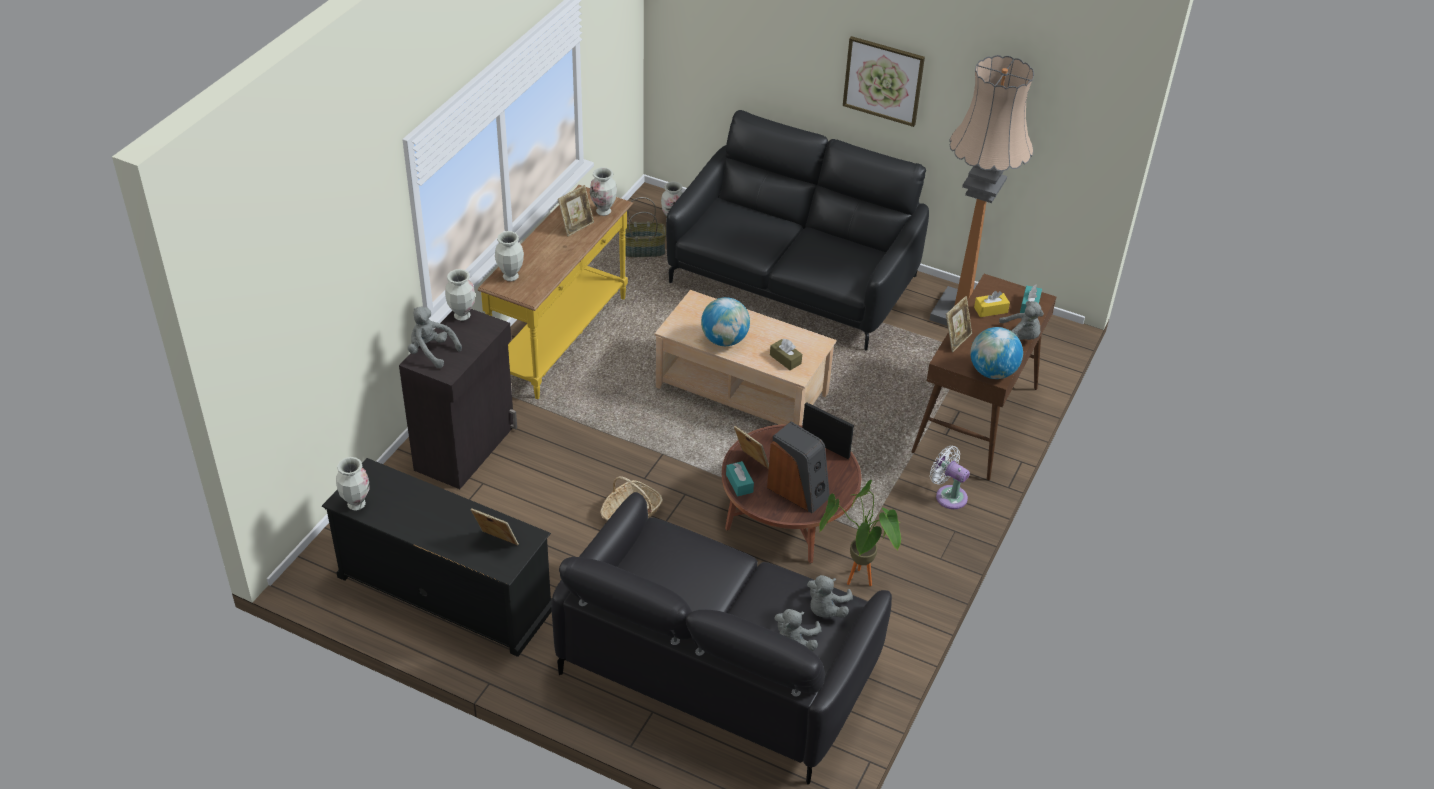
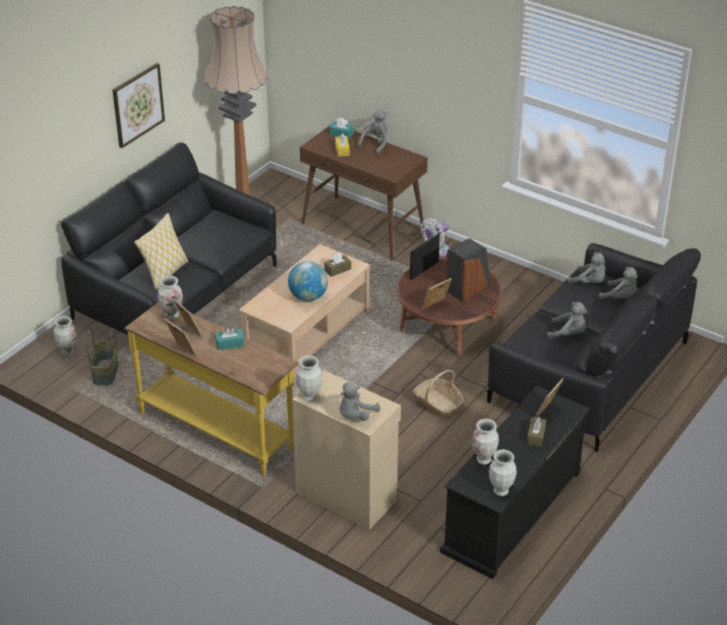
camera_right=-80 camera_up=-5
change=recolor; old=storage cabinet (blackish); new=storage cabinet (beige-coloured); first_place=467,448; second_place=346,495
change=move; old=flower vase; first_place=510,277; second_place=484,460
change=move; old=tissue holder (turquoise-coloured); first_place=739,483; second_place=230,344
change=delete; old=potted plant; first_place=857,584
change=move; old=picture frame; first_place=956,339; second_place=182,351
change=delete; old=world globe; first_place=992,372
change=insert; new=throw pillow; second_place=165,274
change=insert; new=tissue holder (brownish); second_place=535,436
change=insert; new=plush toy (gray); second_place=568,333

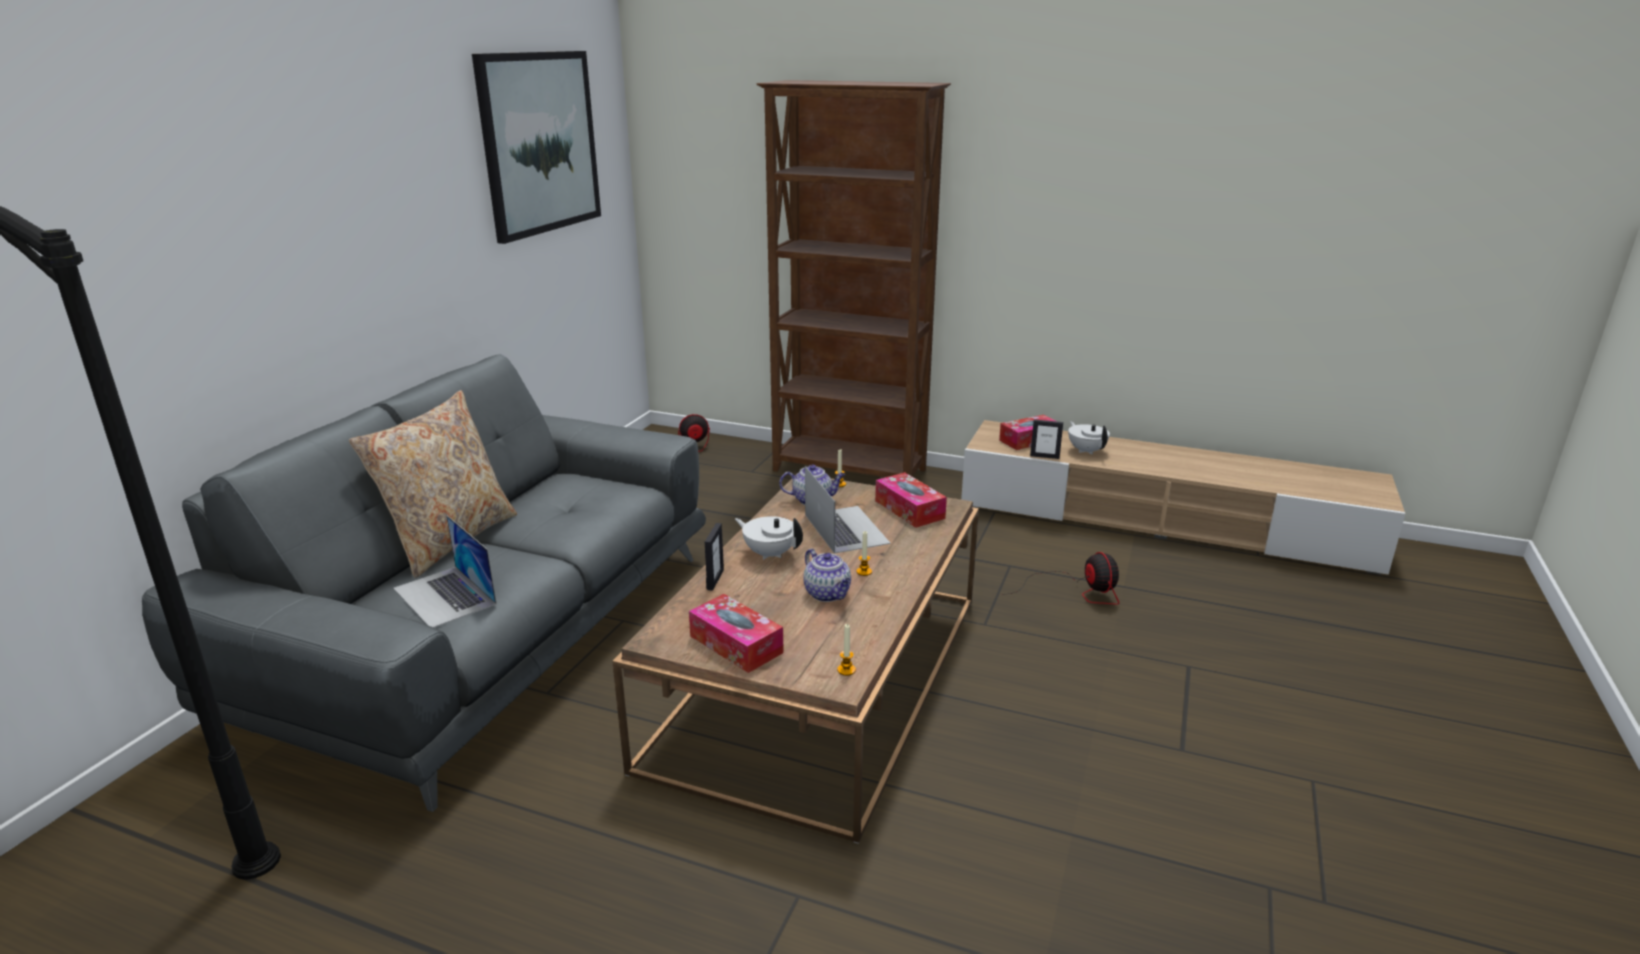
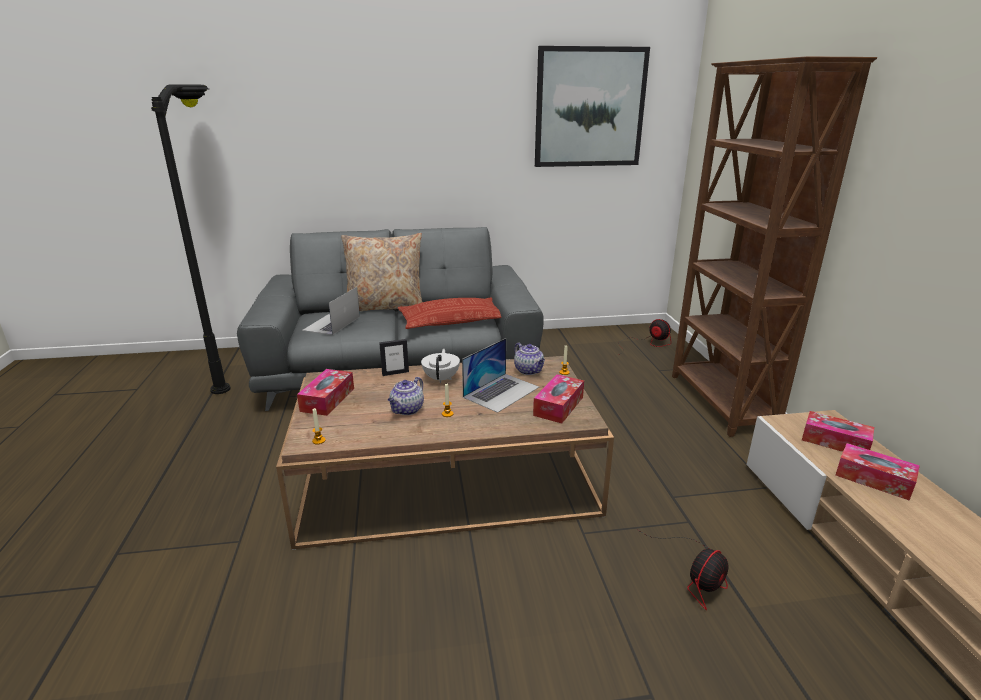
camera_right=60 camera_up=0
change=delete; old=picture frame; first_place=1044,456
change=replace; old=teapot (whitish); new=tissue holder; first_place=1086,450; second_place=873,479
change=insert; new=throw pillow; second_place=452,320

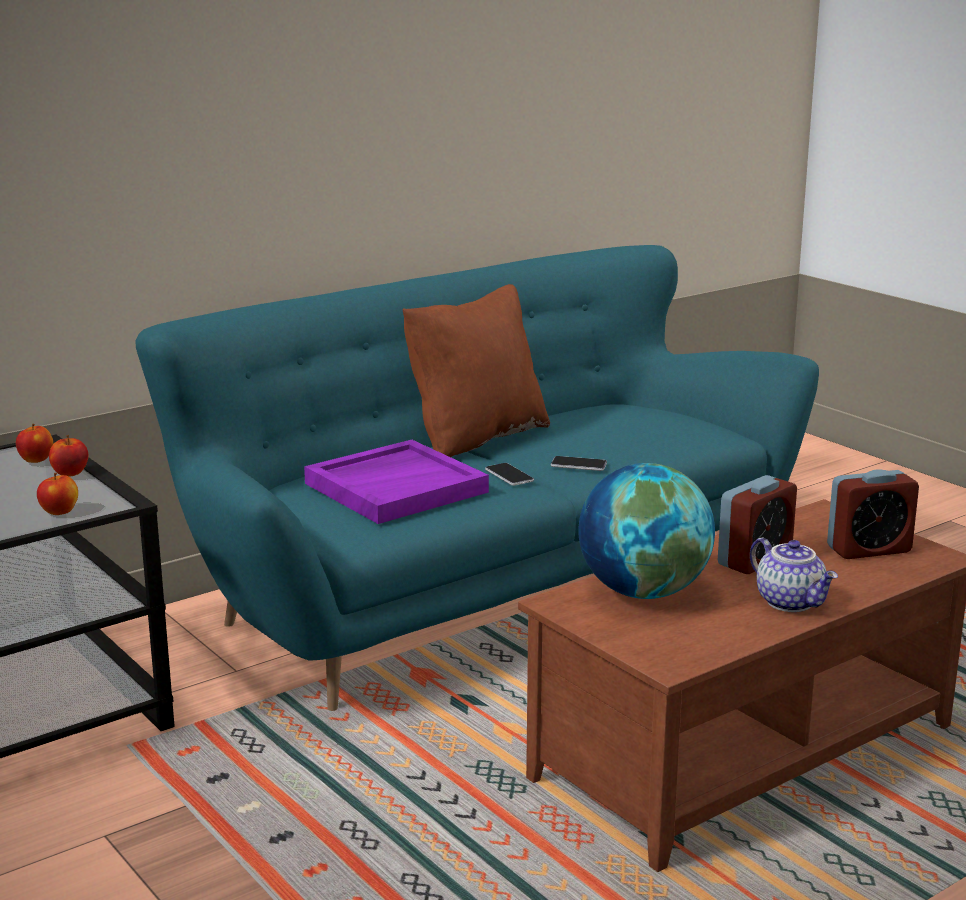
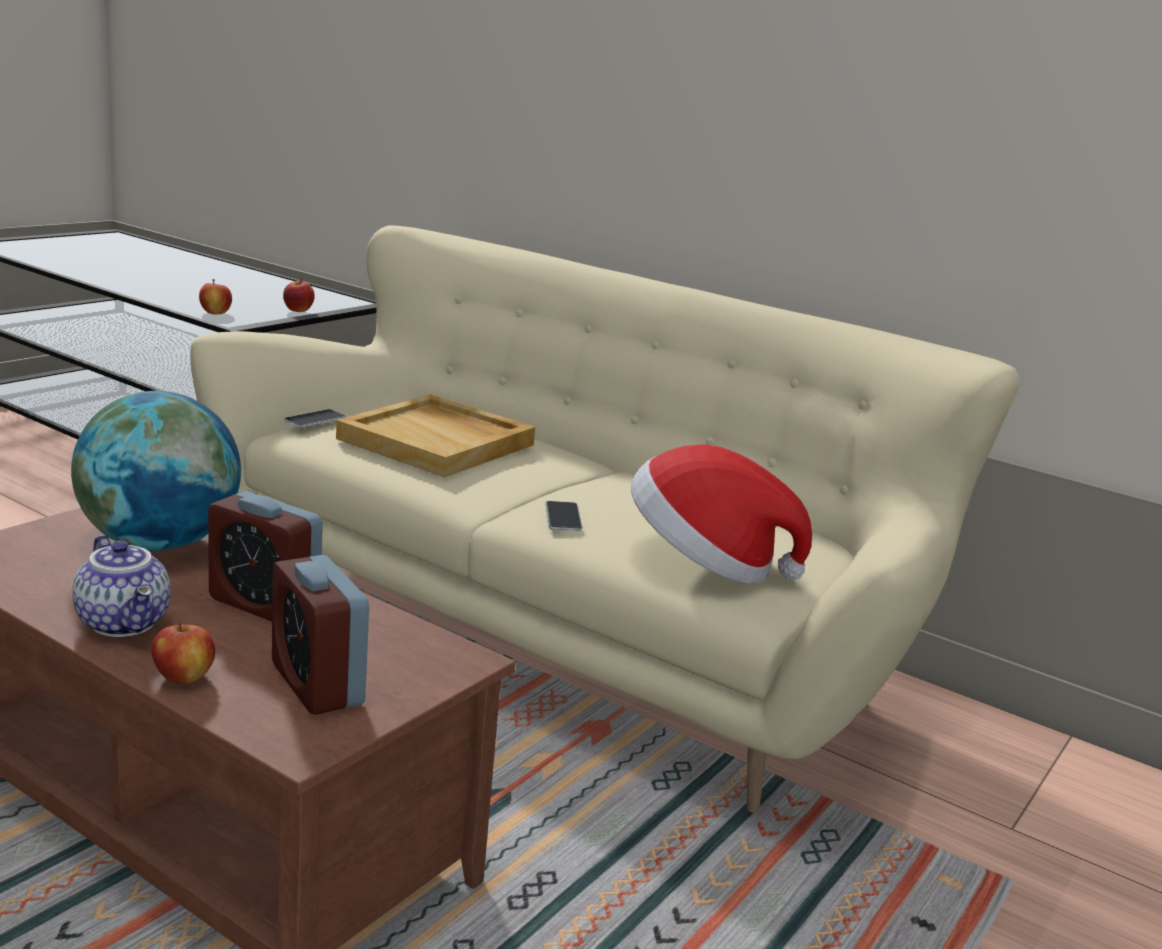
camera_right=70 camera_up=0
change=move; old=apple fruit; first_place=36,460; second_place=184,677
change=recolor; old=couch (turquoise-coloured); new=couch (beige-coloured); first_place=483,590; second_place=563,636
change=recolor; old=tray (purple); new=tray (beige-coloured); first_place=396,487; second_place=438,442
change=delete; old=throw pillow (brownish); first_place=475,438
change=move; old=phone; first_place=509,475; second_place=315,420
change=rotate; old=teapot; first_place=791,602; second_place=126,623; degrees=-75
change=insert; new=hat; second_place=705,563

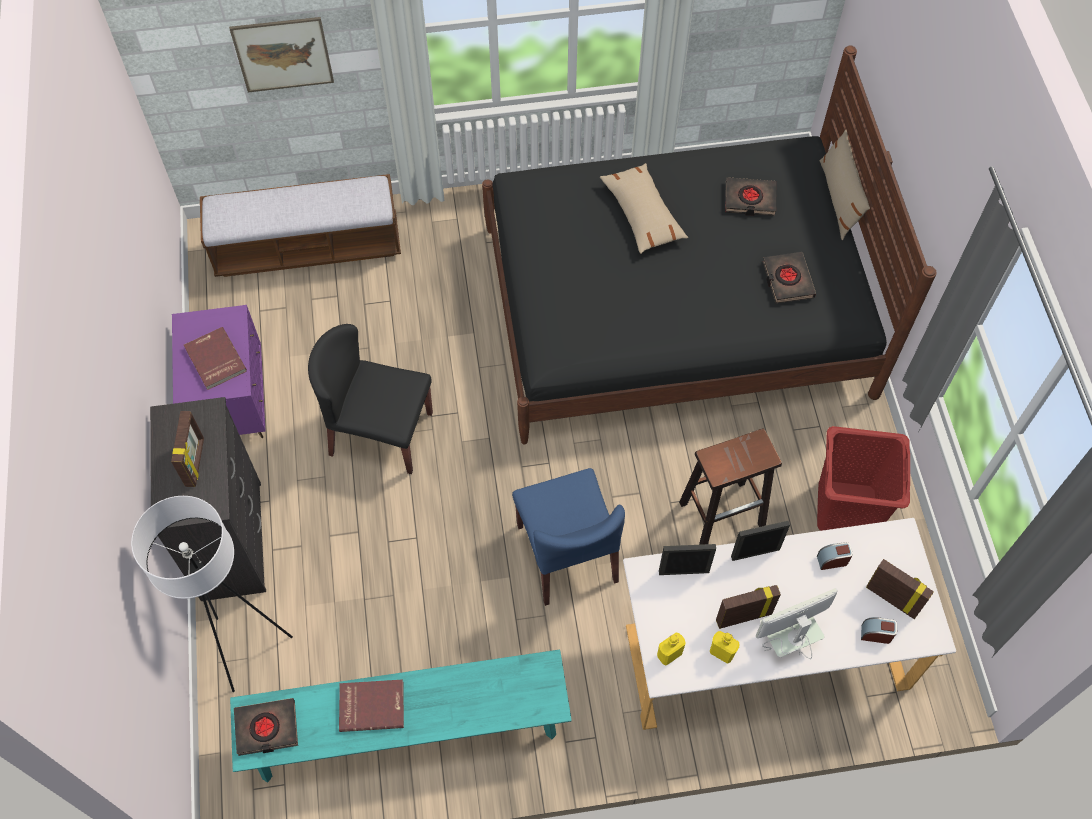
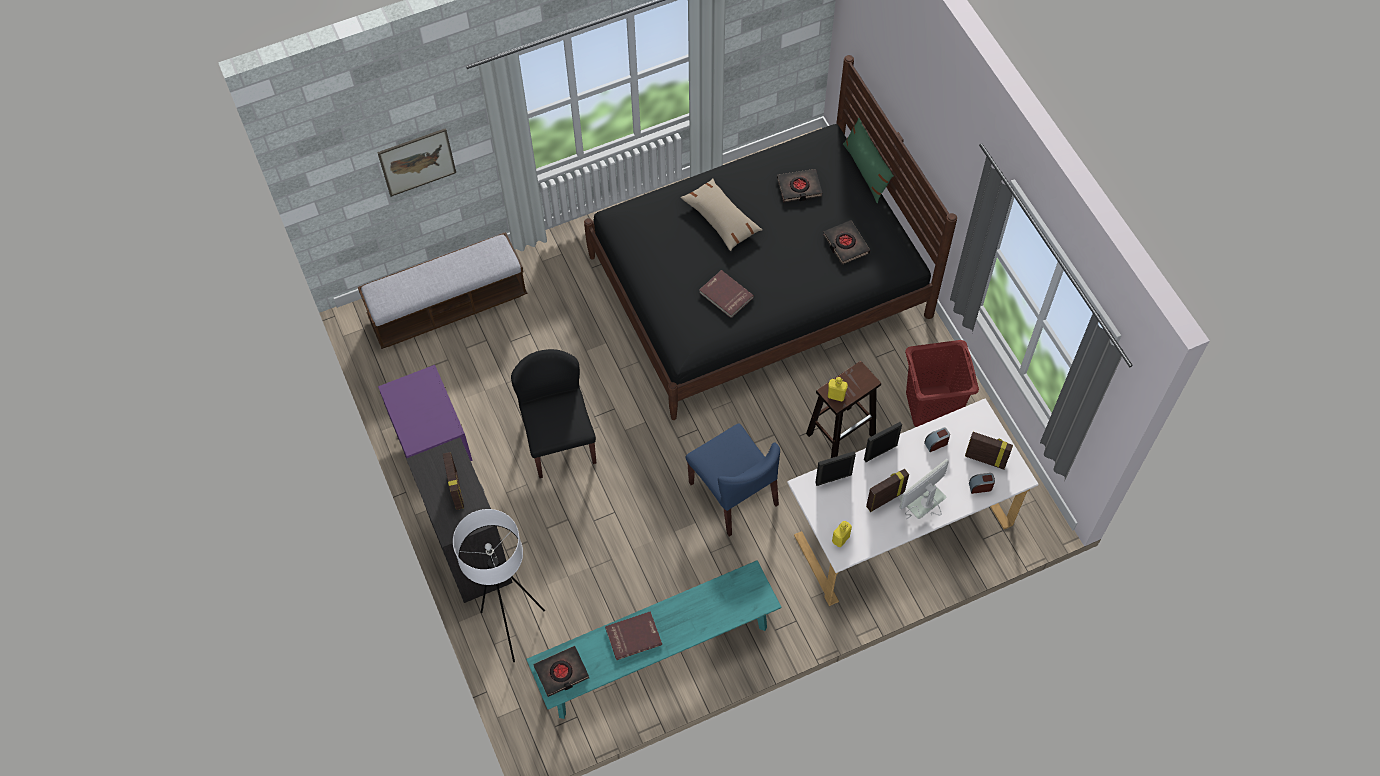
camera_right=-15 camera_up=0
change=move; old=bound book (red); first_place=214,360; second_place=725,295
change=rotate; old=plain chair (blackish); first_place=380,433; second_place=559,440; degrees=75
change=move; old=bottle (yellow); first_place=722,652; second_place=836,396
change=recolor; old=throw pillow (beige-coloured); new=throw pillow (green); first_place=839,199; second_place=866,171

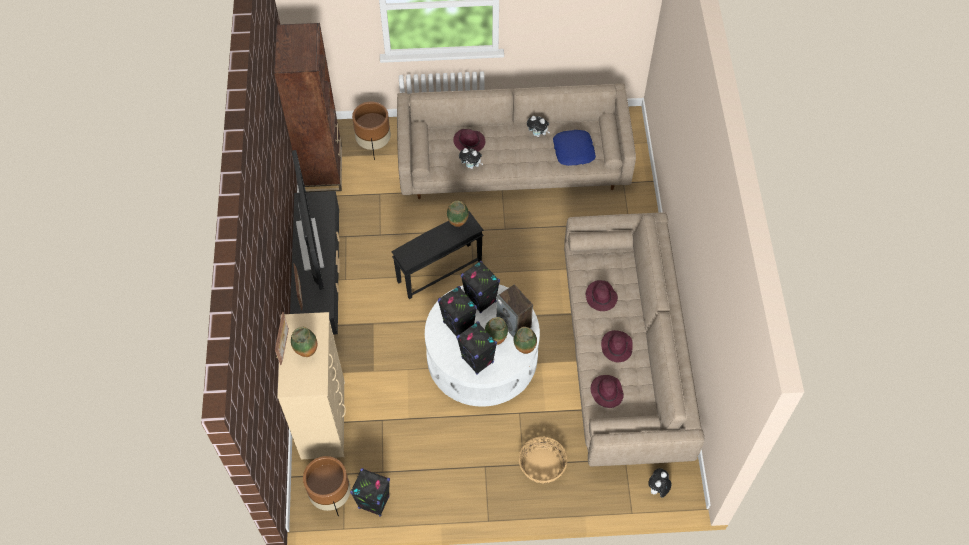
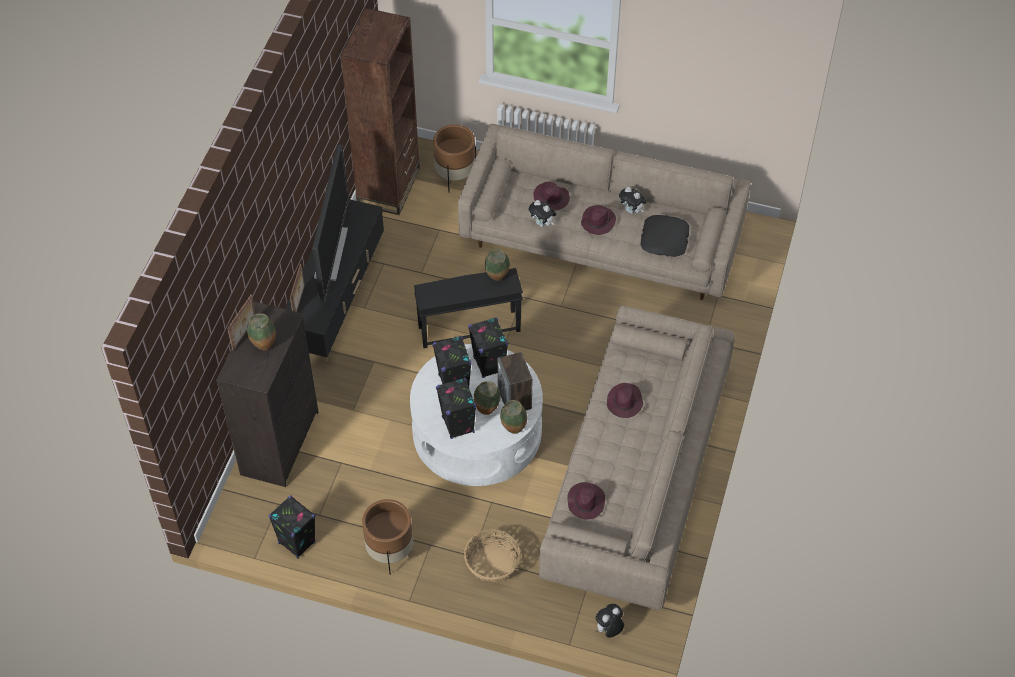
camera_right=20 camera_up=-5
change=recolor; old=chest of drawers (beige-coloured); new=chest of drawers (blackish); first_place=324,419; second_place=281,442
change=move; old=flower pot (brownish); first_place=331,496; second_place=390,552
change=recolor; old=throw pillow (bluish); new=throw pillow (blackish); first_place=574,151; second_place=665,240
change=move; old=hat (purple); first_place=616,347; second_place=598,221

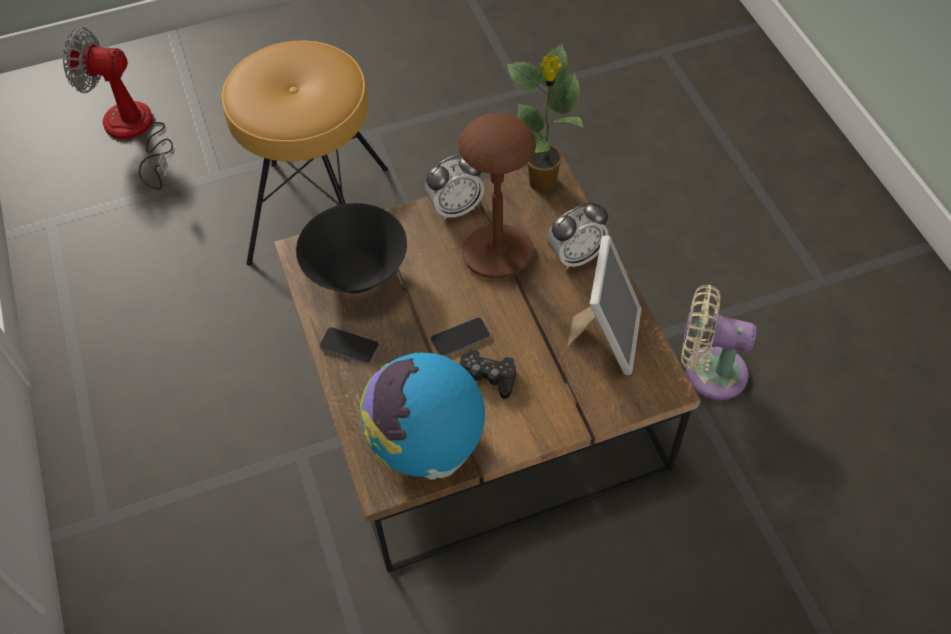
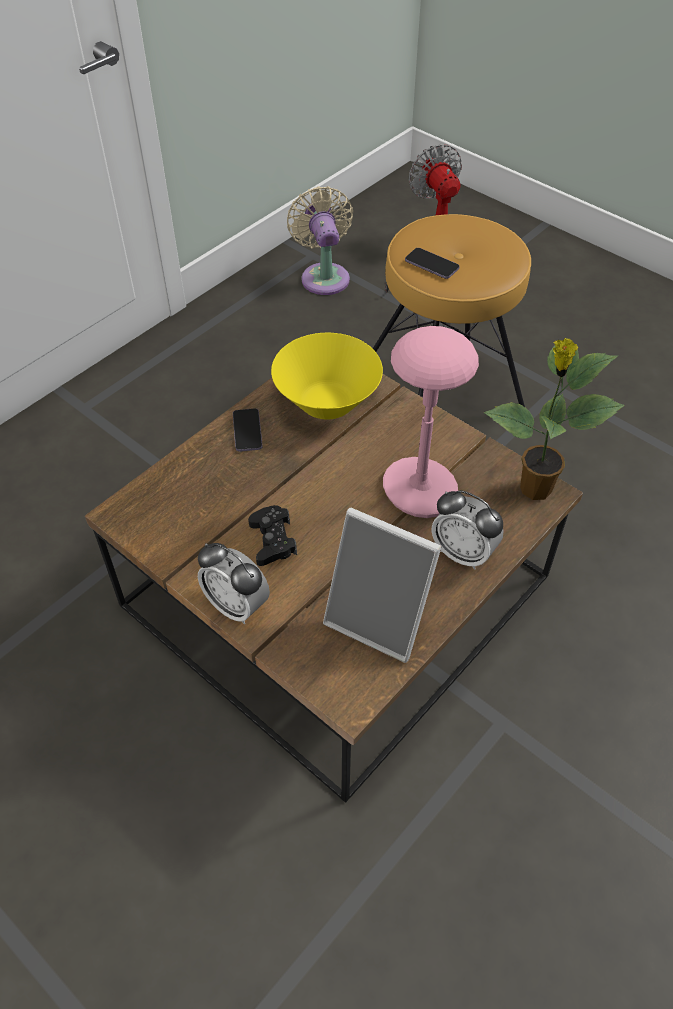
camera_right=60 camera_up=-5
change=recolor; old=bowl (blackish); new=bowl (yellow); first_place=357,273; second_place=327,402
change=delete; old=world globe; first_place=426,443
change=move; old=alarm clock; first_place=455,208; second_place=236,605
change=move; old=phone; first_place=460,338; second_place=431,265
change=recolor; old=table lamp (brownish); new=table lamp (pink); first_place=497,253; second_place=420,490
change=rotate; old=picture frame; first_place=606,336; second_place=380,618; degrees=45
change=move; old=cooling fan (beige-coloured); first_place=708,371; second_place=324,276

